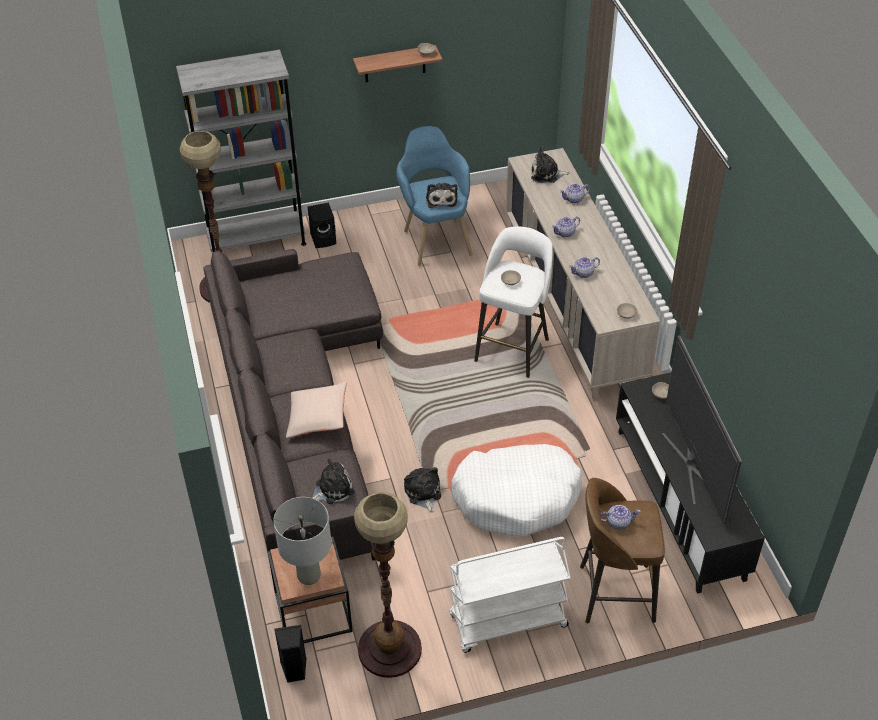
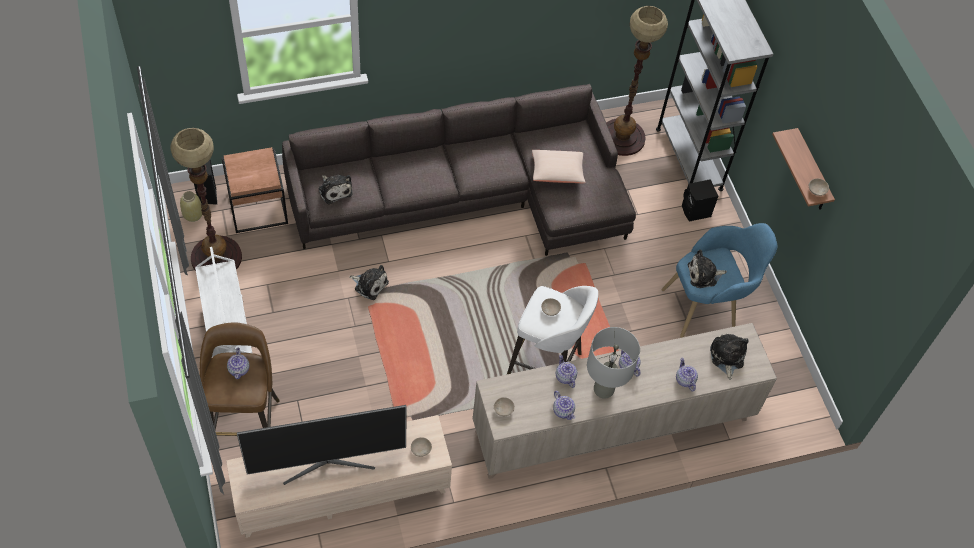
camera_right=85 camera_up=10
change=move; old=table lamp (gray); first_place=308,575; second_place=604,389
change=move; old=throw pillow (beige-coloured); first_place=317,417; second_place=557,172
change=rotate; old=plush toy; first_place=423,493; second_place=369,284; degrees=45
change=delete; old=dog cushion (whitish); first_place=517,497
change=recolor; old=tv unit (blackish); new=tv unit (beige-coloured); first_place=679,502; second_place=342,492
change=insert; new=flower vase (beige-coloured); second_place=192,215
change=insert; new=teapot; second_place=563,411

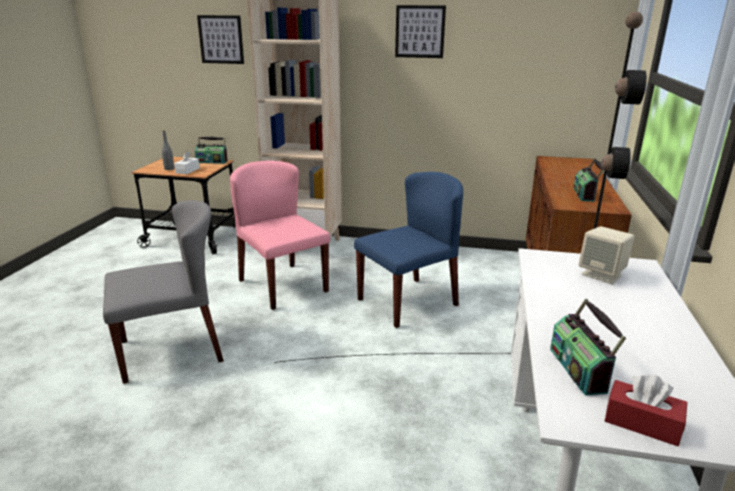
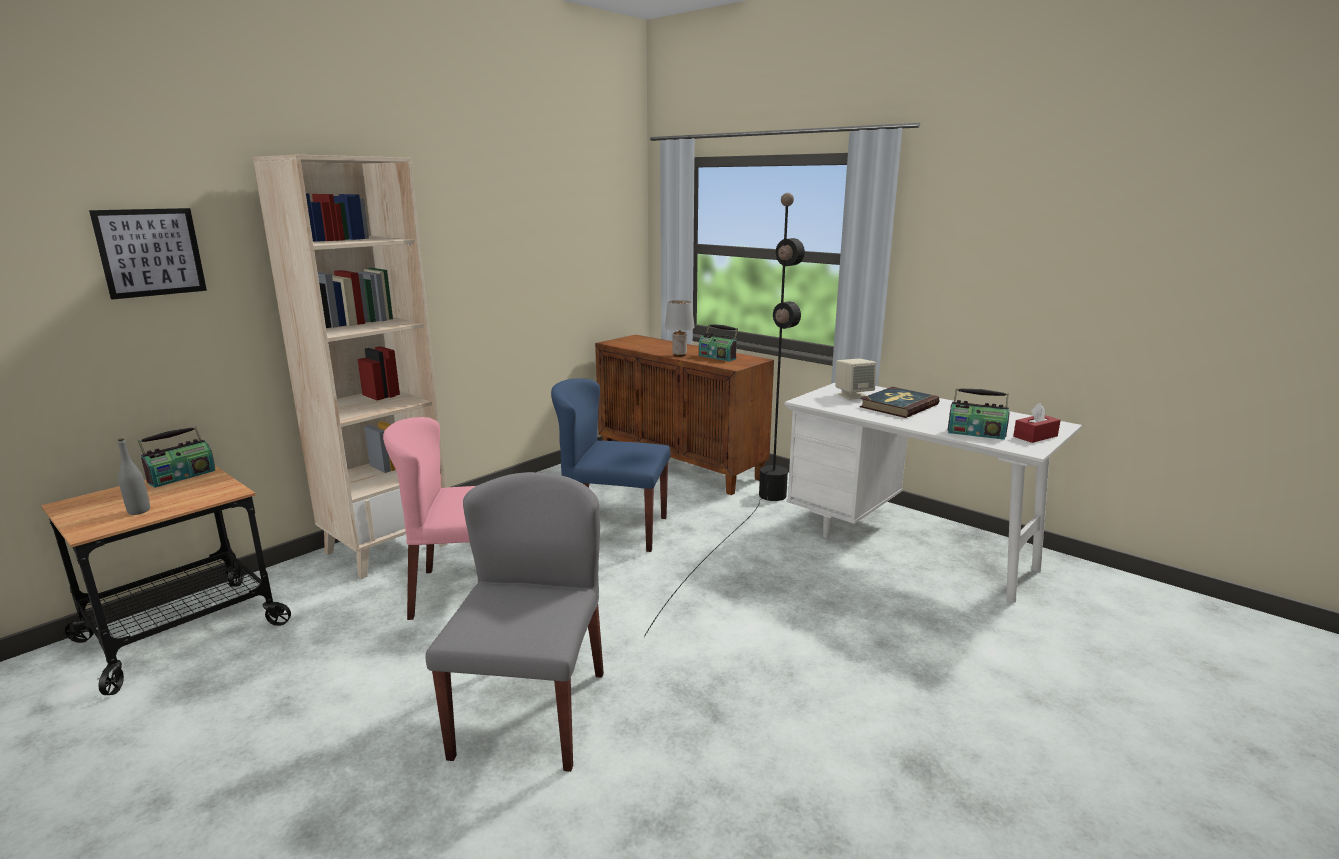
camera_right=-60 camera_up=-5
change=delete; old=tissue holder (whitish); first_place=187,170
change=rotate; old=plain chair (bluish); first_place=408,301; second_place=613,530; degrees=-75
change=delete; old=picture; first_place=420,31
change=insert; new=table lamp (gray); second_place=680,355
change=insert; new=bound book; second_place=898,406

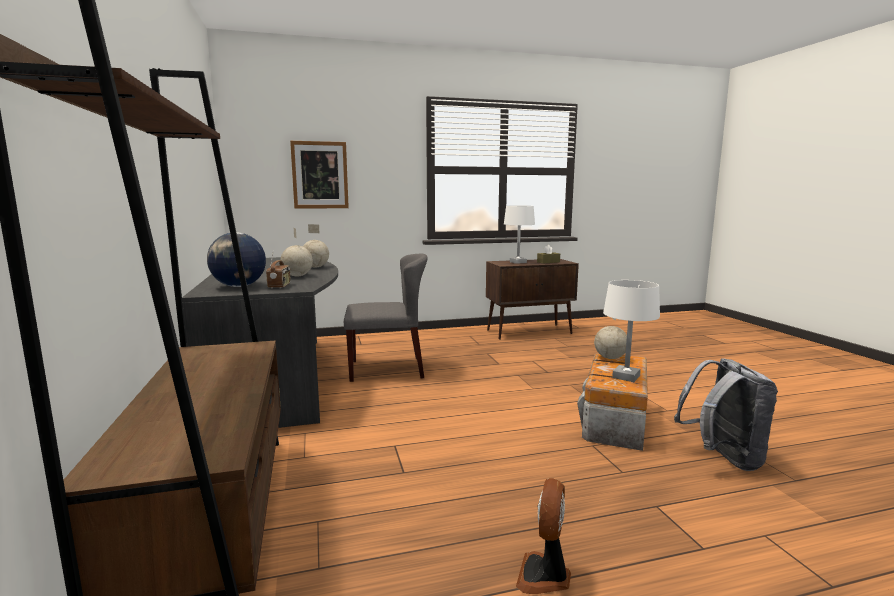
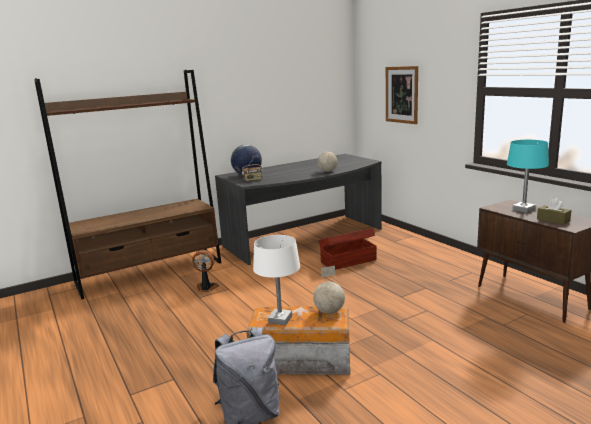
camera_right=75 camera_up=5
change=delete; old=world globe; first_place=297,276
change=replace; old=plain chair (gray); new=storage container (brownish); first_place=387,369; second_place=347,261
change=recolor; old=table lamp (whitish); new=table lamp (turquoise-coloured); first_place=518,262; second_place=523,210
change=move; old=cooling fan; first_place=545,576; second_place=206,288

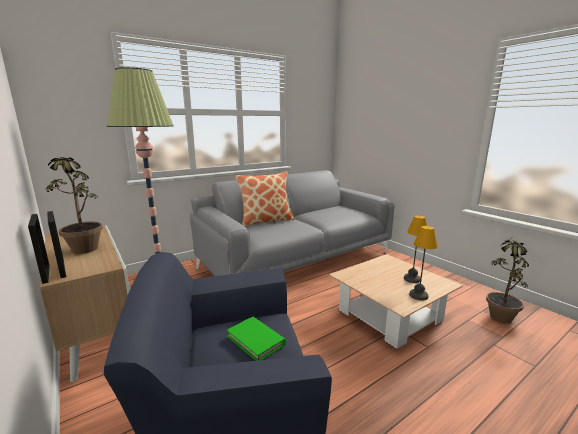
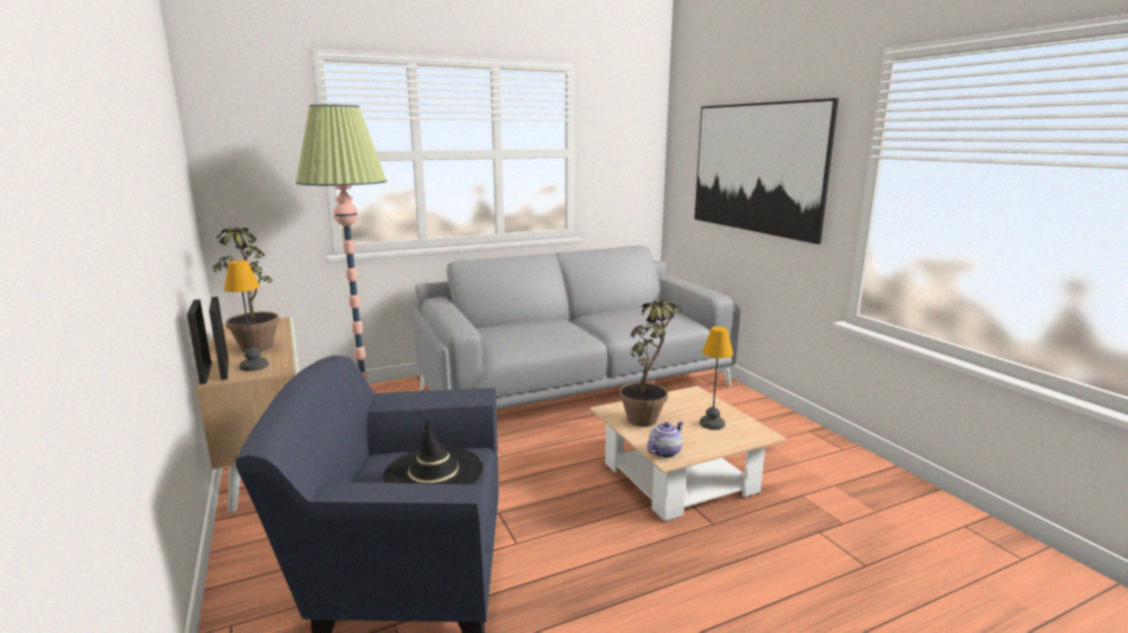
camera_right=10 camera_up=0
change=replace; old=bound book (green); new=hat (blackish); first_place=255,340; second_place=434,473
change=delete; old=throw pillow; first_place=266,221
change=move; old=table lamp; first_place=418,296; second_place=253,366
change=move; old=potted plant; first_place=500,314; second_place=648,416
change=insert; new=teapot; second_place=665,452
change=insert; new=picture; second_place=756,168

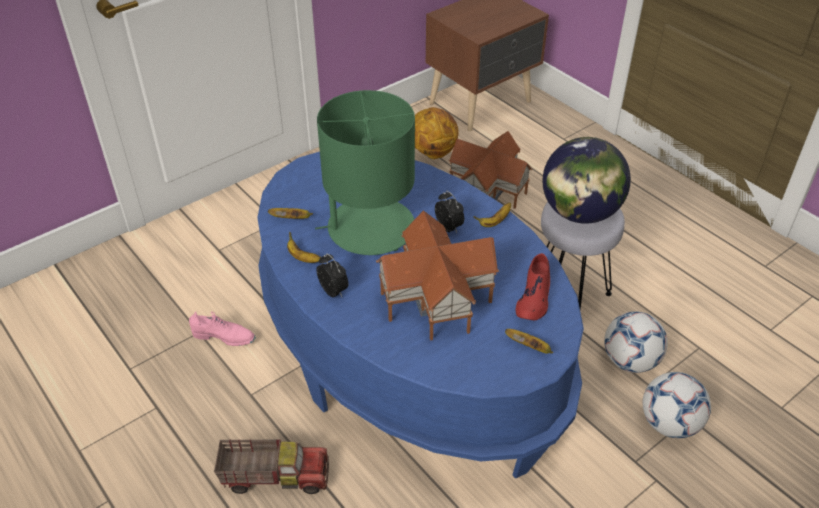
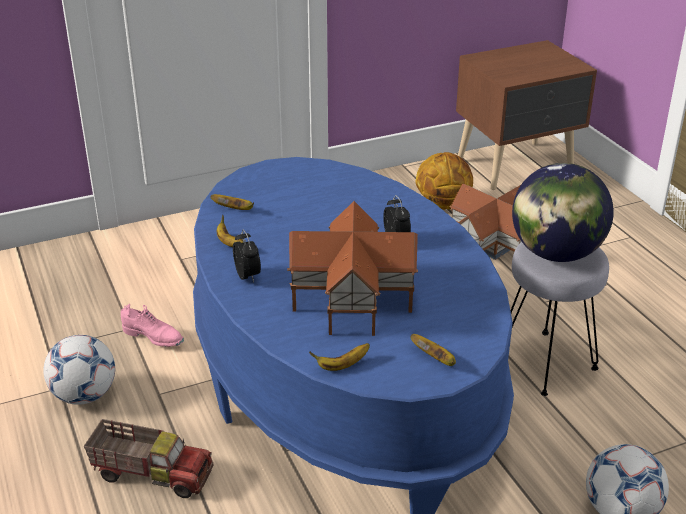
camera_right=15 camera_up=-10
change=delete; old=table lamp (green); first_place=370,227
change=move; old=banana fruit; first_place=494,222; second_place=342,365
change=delete; old=low shoe (red); first_place=534,297
change=move; old=ball for football; first_place=630,361; second_place=84,395

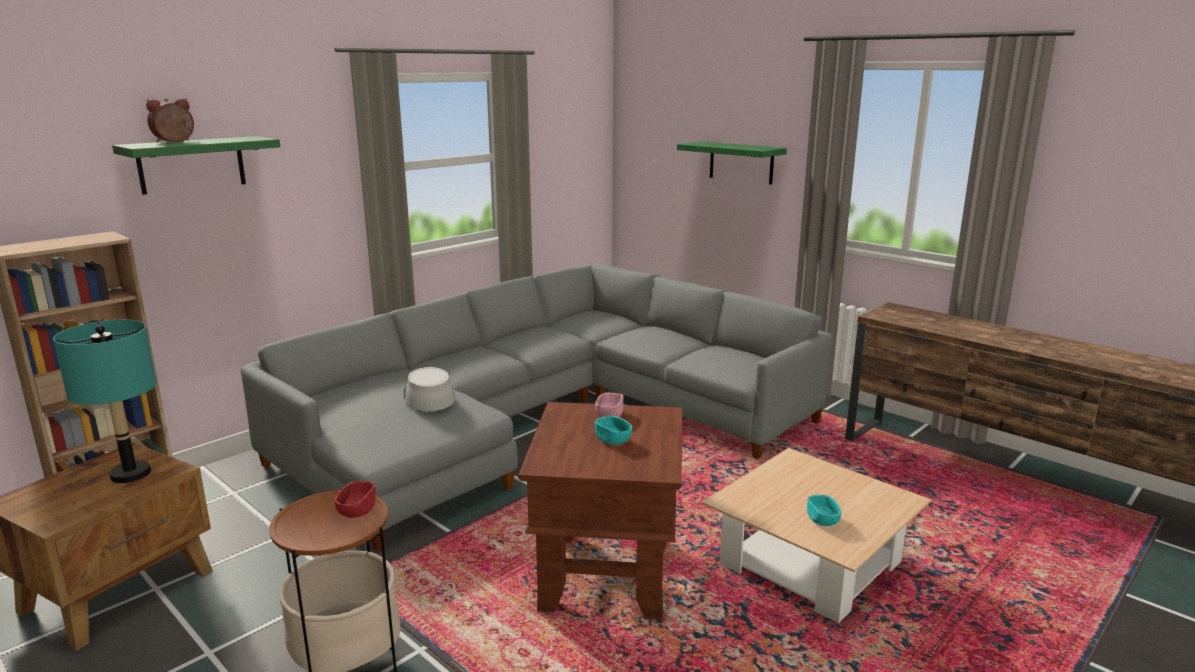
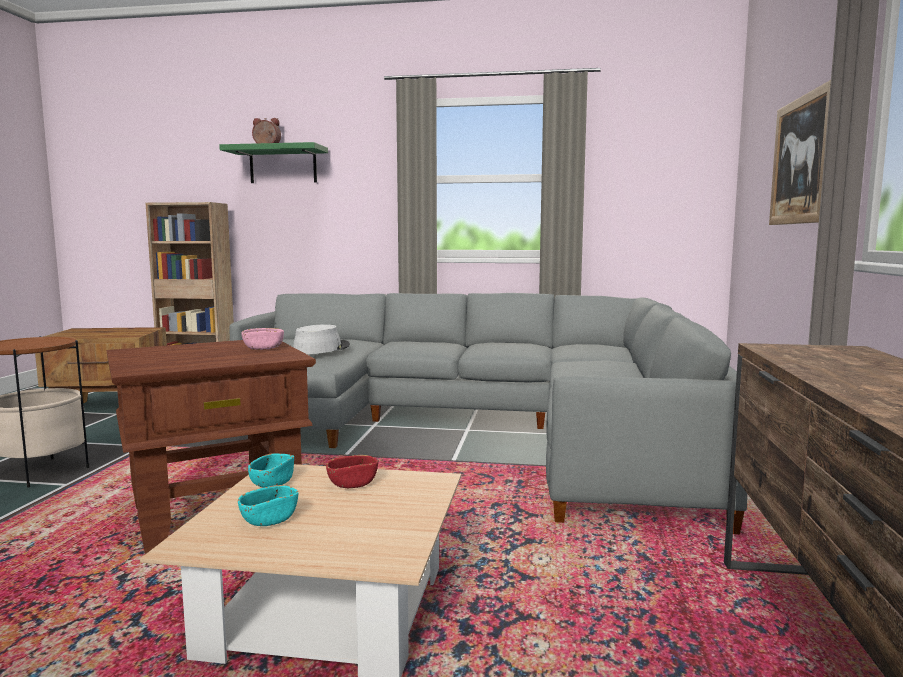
camera_right=55 camera_up=-10
change=delete; old=table lamp (turquoise-coloured); first_place=131,474
change=move; old=bowl (red); first_place=357,510; second_place=352,484
change=move; old=bowl (turquoise-coloured); first_place=613,440; second_place=272,483
change=replace; old=wall shelf (green); new=picture; first_place=741,162; second_place=802,160

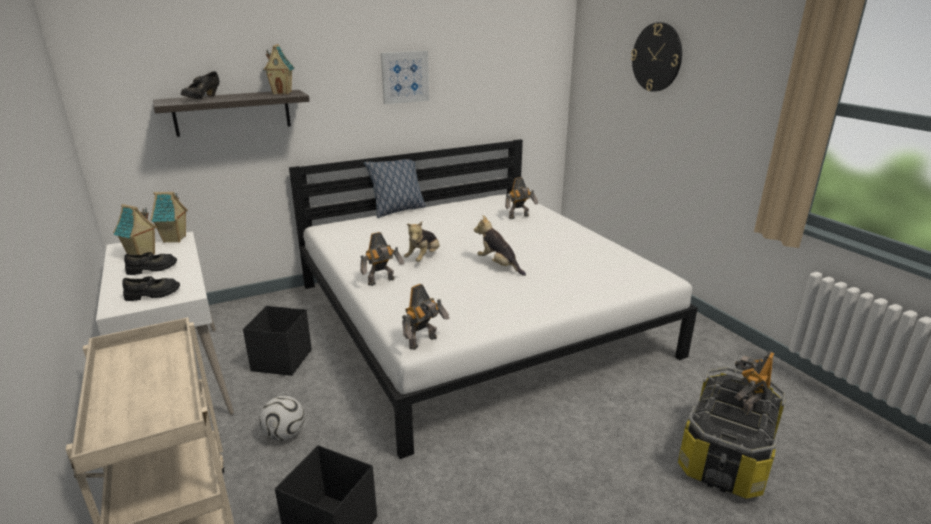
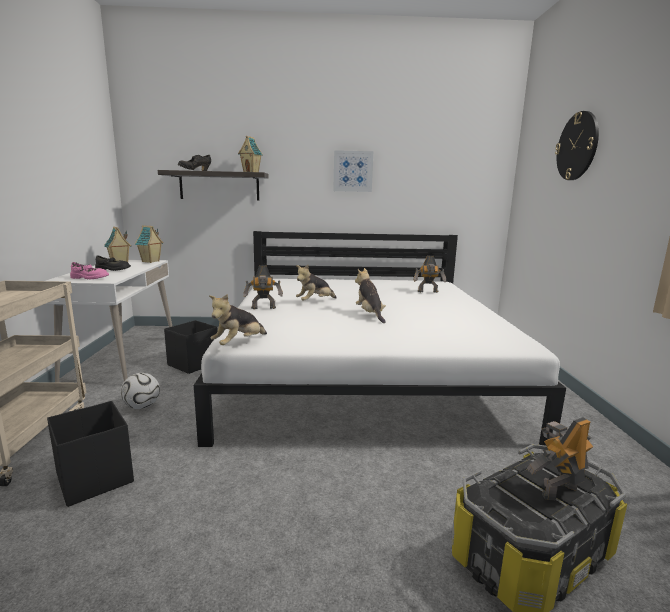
camera_right=25 camera_up=-10
change=recolor; old=low shoe (blackish); new=low shoe (pink); first_place=153,294; second_place=89,278
change=delete; old=throw pillow; first_place=397,210
change=replace; old=model robot; new=plush toy; first_place=424,342; second_place=238,343

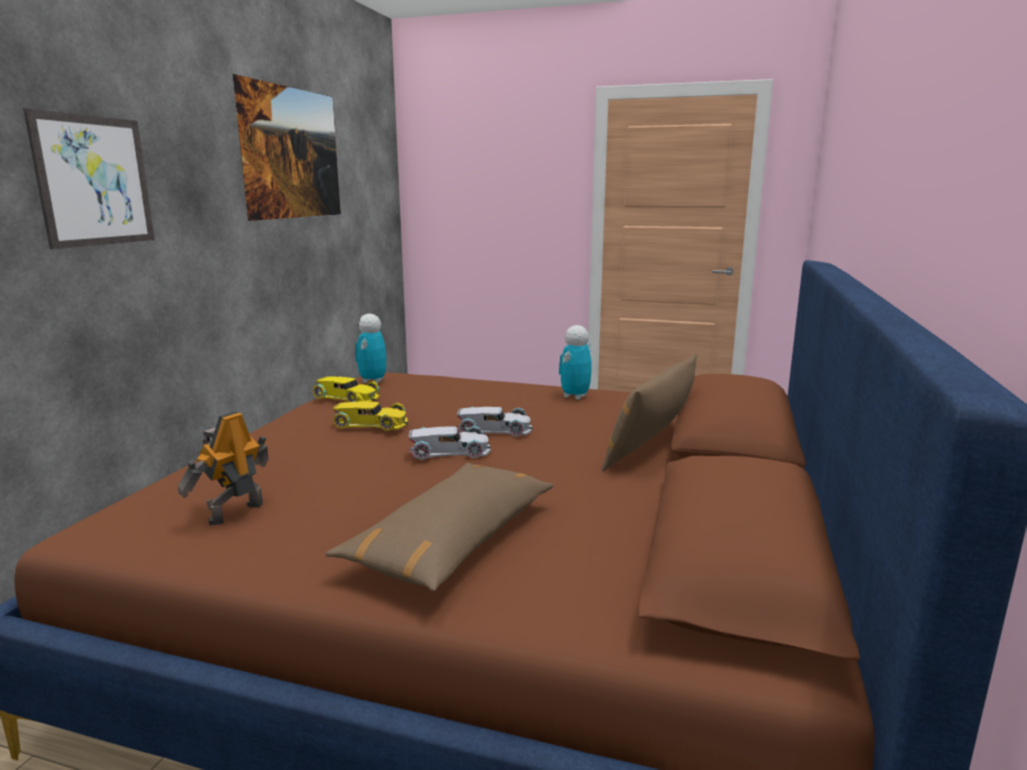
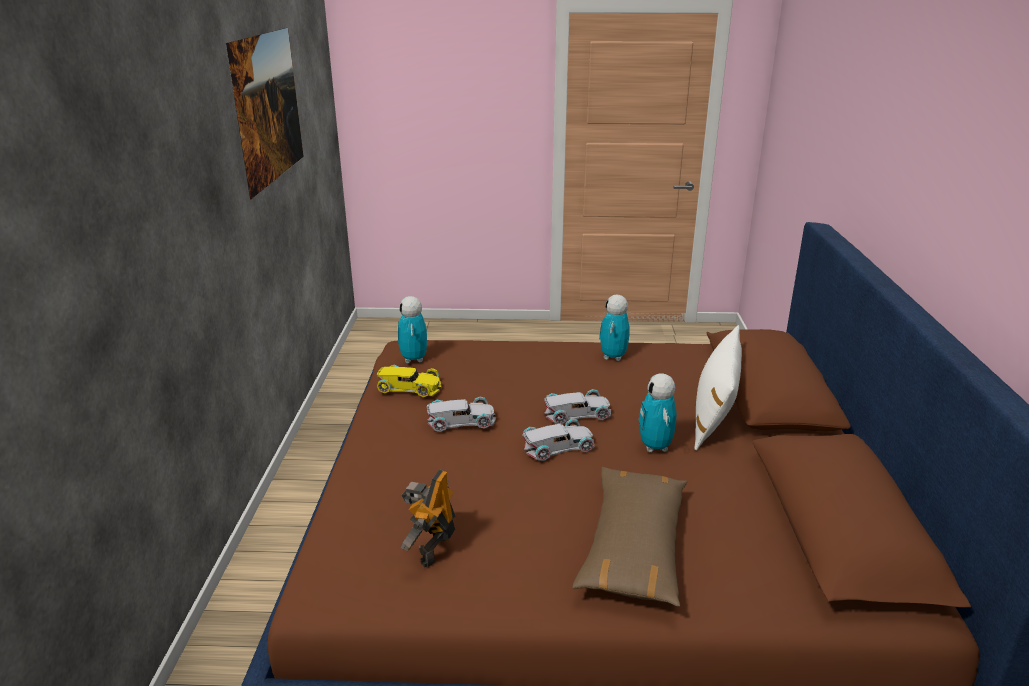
camera_right=-15 camera_up=10
change=delete; old=picture; first_place=94,181
change=recolor; old=toy car (yellow); new=toy car (whitish); first_place=371,423; second_place=461,420
change=recolor; old=throw pillow (brownish); new=throw pillow (whitish); first_place=651,445; second_place=714,413
change=insert; new=model robot; second_place=655,447

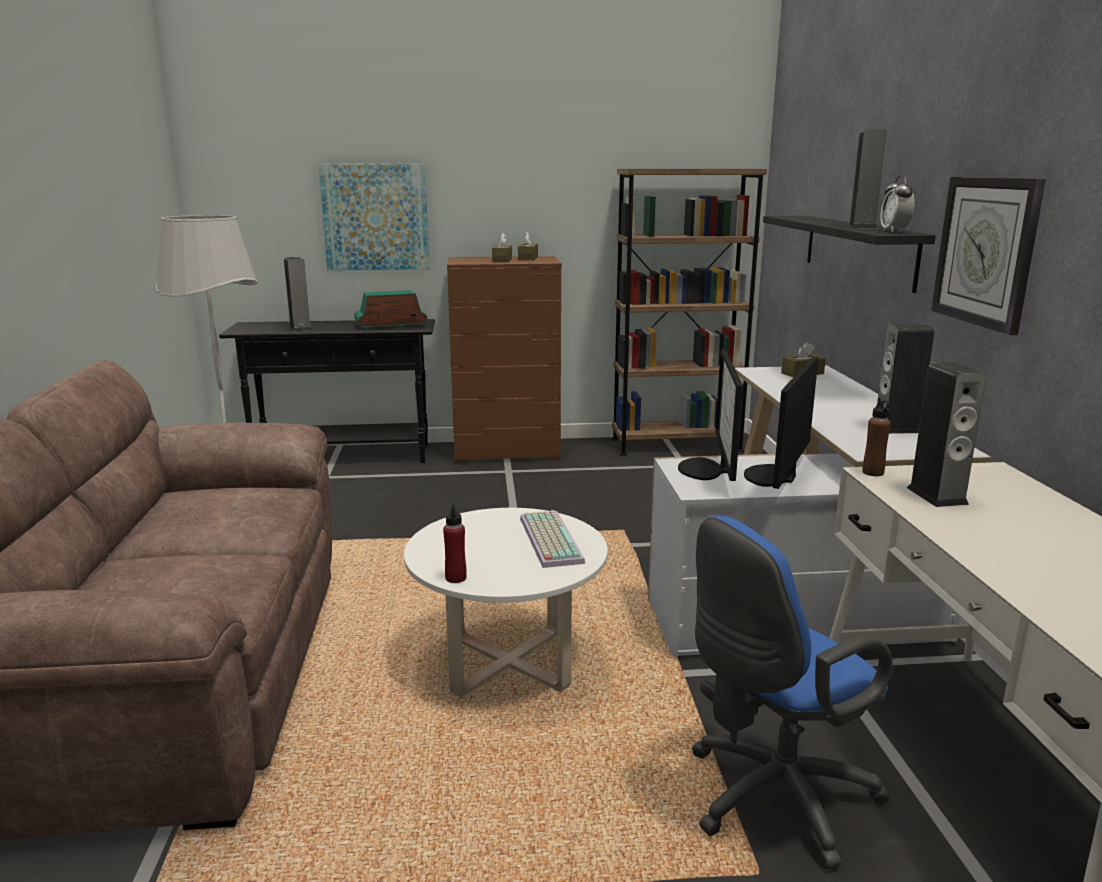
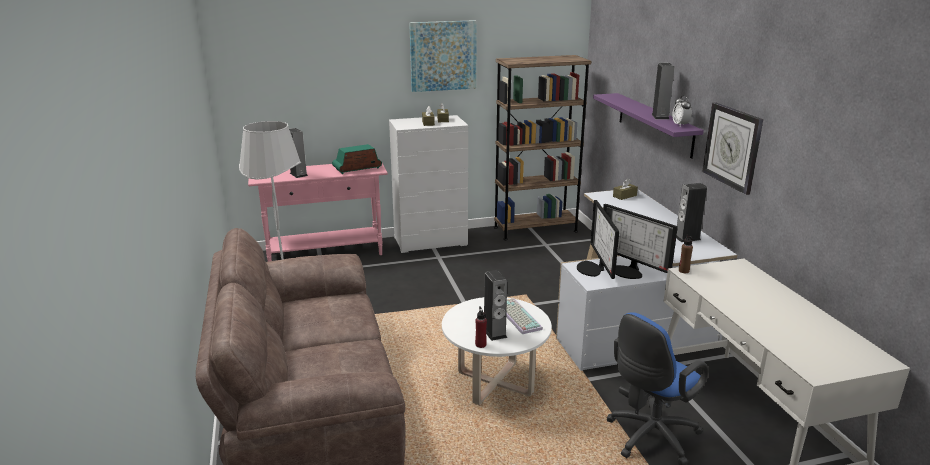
camera_right=-10 camera_up=5
change=recolor; old=console table (blackish); new=console table (pink); first_place=343,456; second_place=325,254
change=move; old=picture; first_place=375,217; second_place=443,56
change=recolor; old=chest of drawers (brownish); new=chest of drawers (whitish); first_place=507,451; second_place=431,241
change=rotate; old=computer display; first_place=774,477; second_place=629,271; degrees=-60
change=recolor; old=wall shelf (blackish); new=wall shelf (purple); first_place=857,249; second_place=654,124
change=move; old=loudspeaker; first_place=936,496; second_place=494,332

